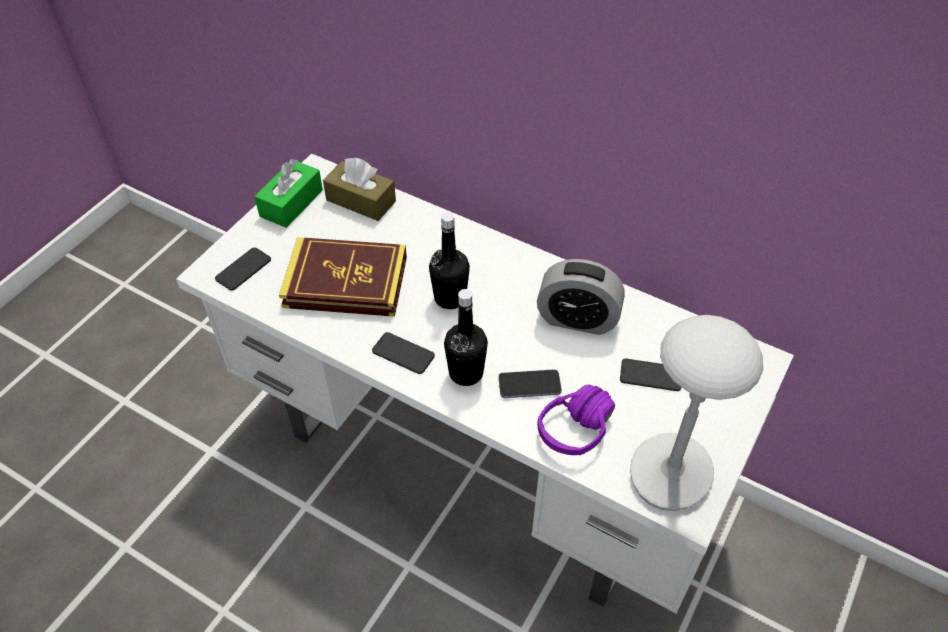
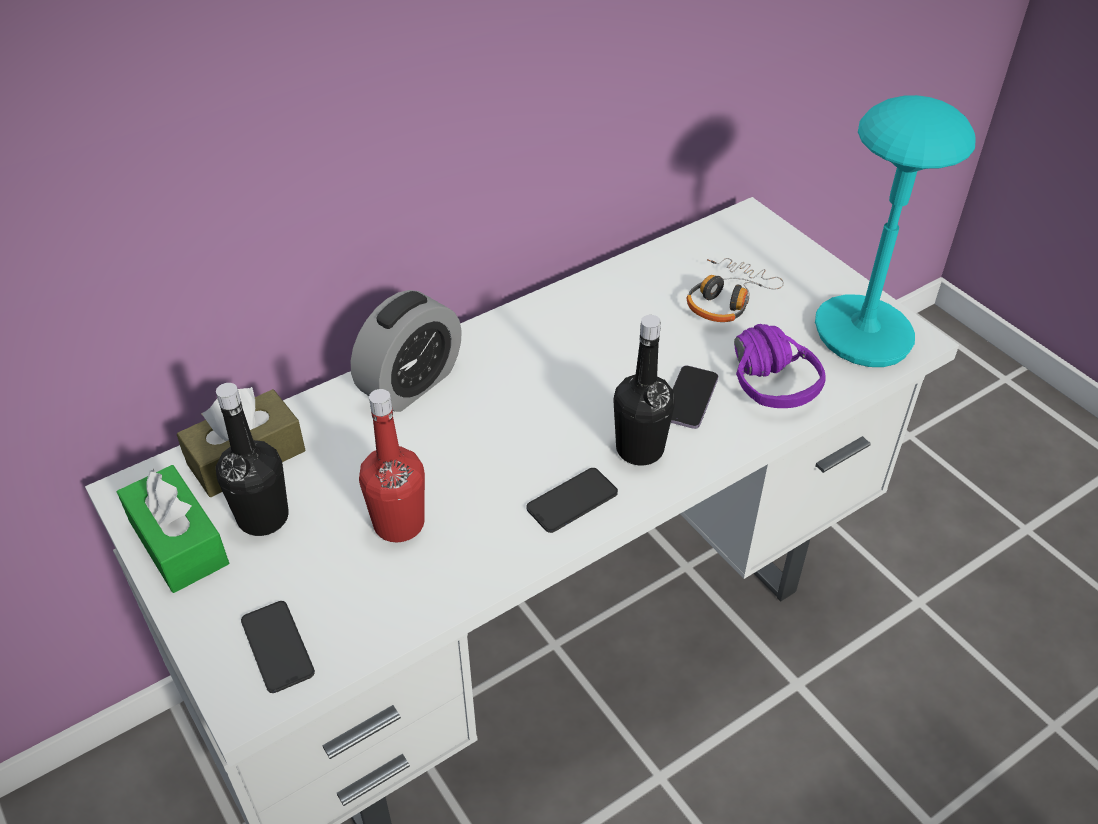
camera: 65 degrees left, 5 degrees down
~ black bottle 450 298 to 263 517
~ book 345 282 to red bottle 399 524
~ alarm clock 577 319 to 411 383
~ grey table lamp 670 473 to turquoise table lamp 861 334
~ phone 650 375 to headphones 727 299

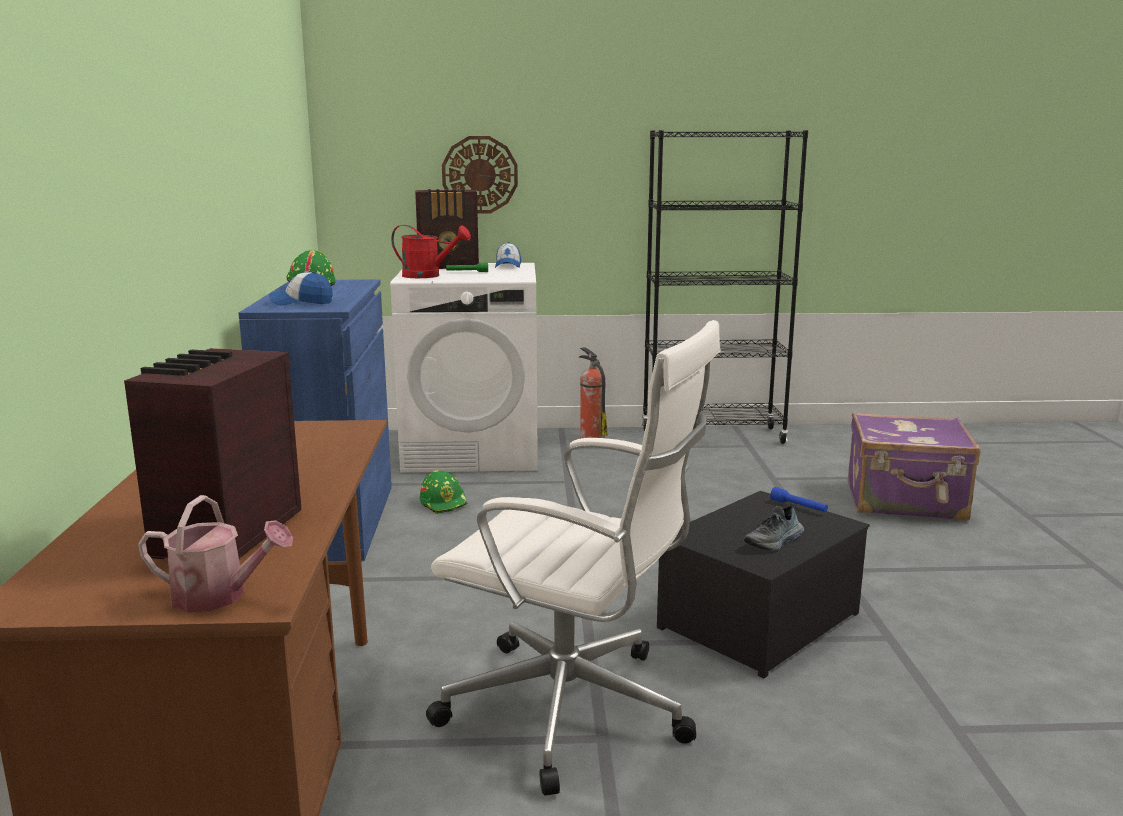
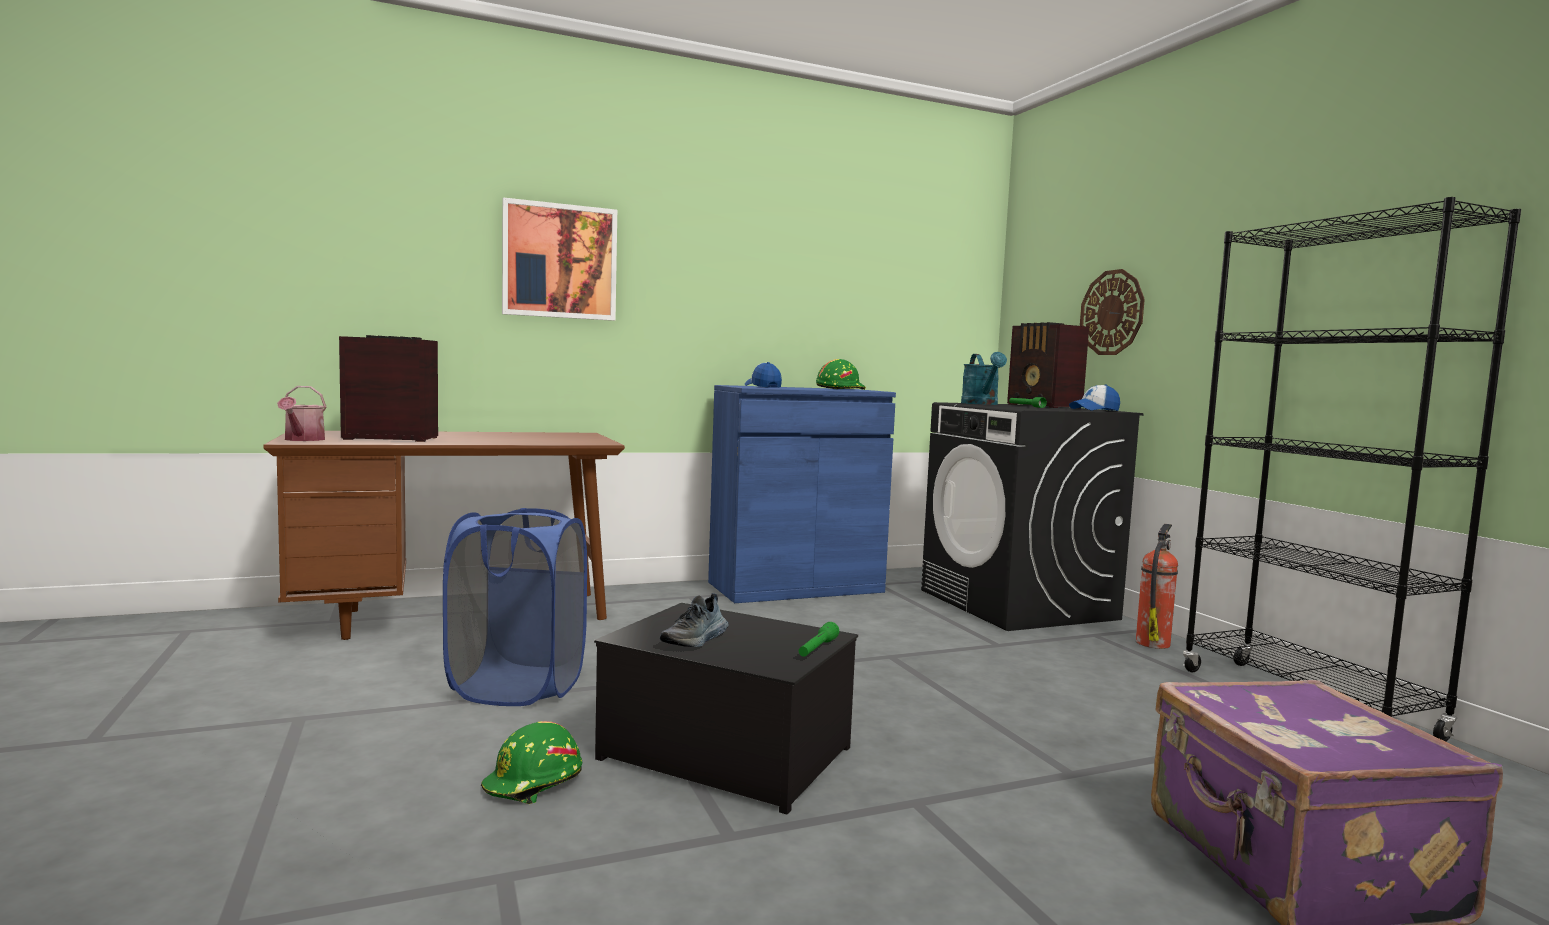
camera: 70 degrees right, 10 degrees down
~ red watering can 428 276 to turquoise watering can 982 404
~ white washing machine 473 451 to black washing machine 1018 605
~ white office chair 573 711 to blue laundry basket 517 687
~ green hard hat 444 503 to 534 783
~ blue flashlight 798 507 to green flashlight 817 649
~ shoe 775 542 = 696 640 90 degrees counterclockwise
+ picture 559 261

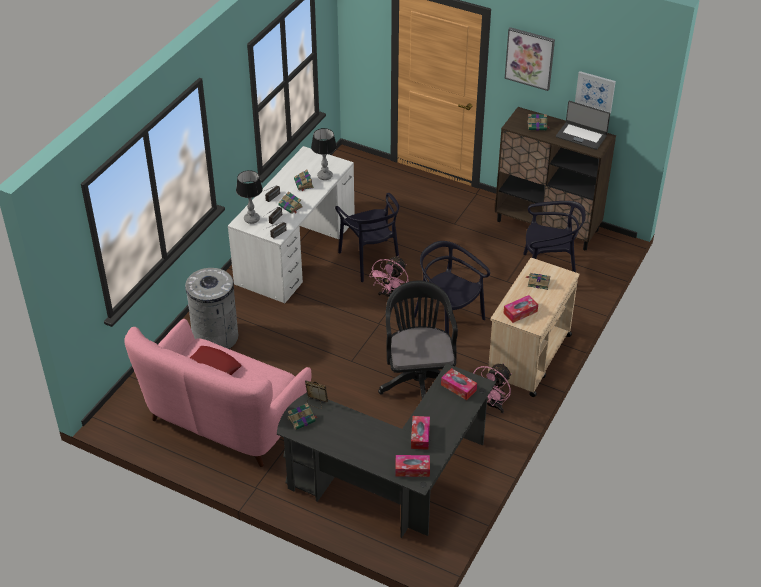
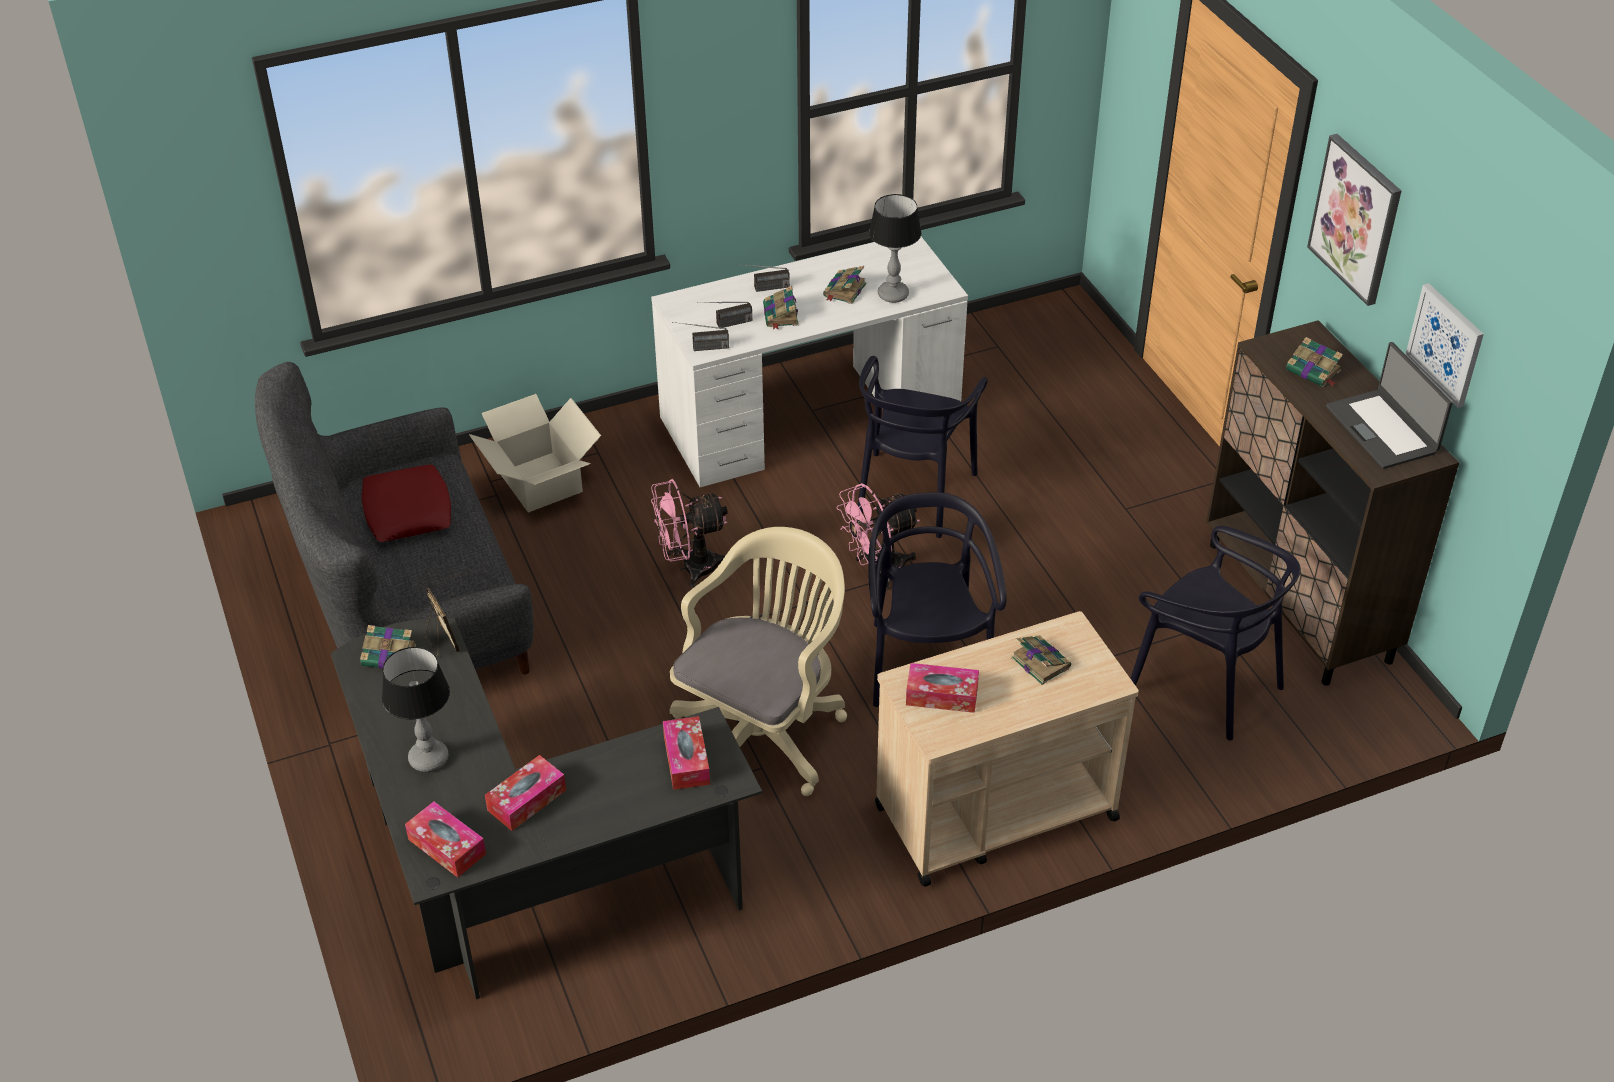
camera: 40 degrees right, 0 degrees up
~ table lamp 251 219 to 428 758
~ grey trash can 215 337 to cardboard box 541 482
~ black office chair 418 379 to beige office chair 764 732
~ pink sofa 224 419 to grey sofa 409 612
~ pink fan 491 405 to 690 568

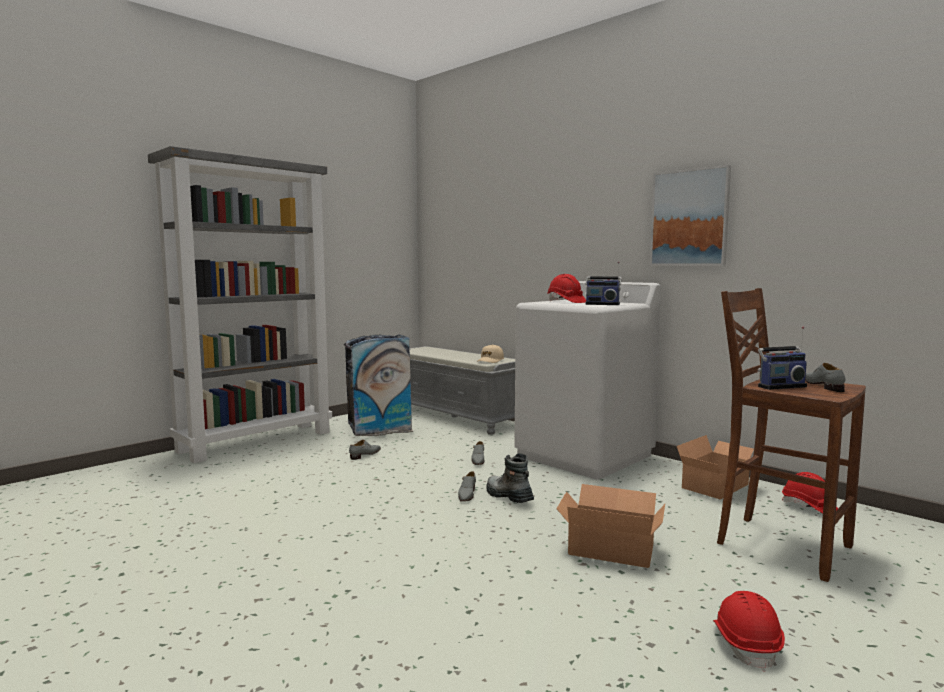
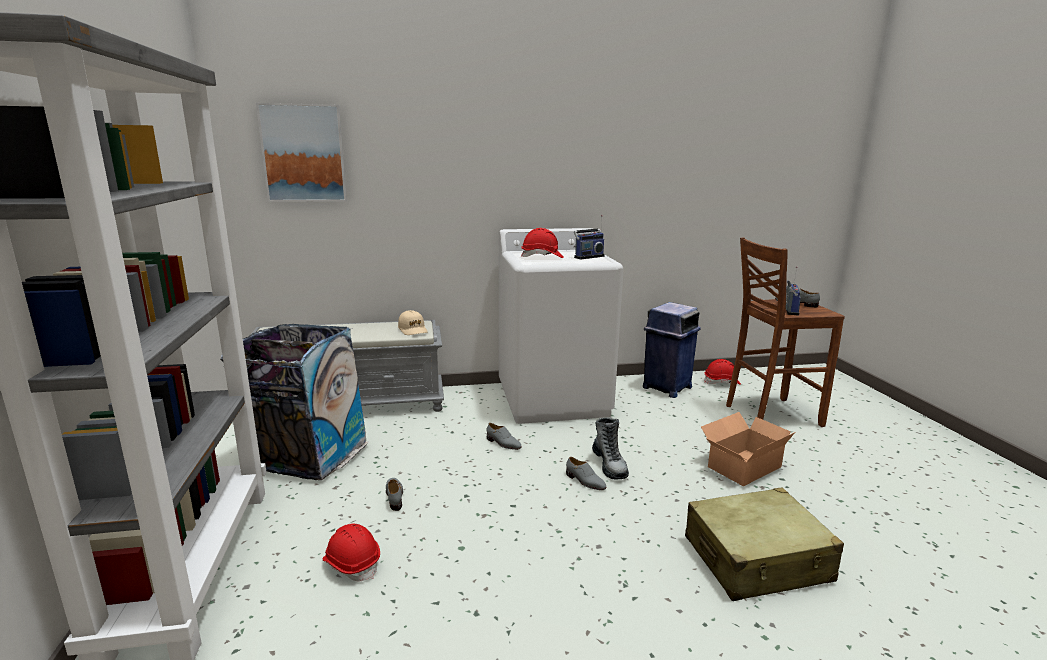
camera: 55 degrees left, 10 degrees up
~ picture 689 218 to 303 153
~ cardboard box 718 486 to blue trash can 666 388
~ boot 508 497 = 609 465 105 degrees counterclockwise
~ red hard hat 746 644 to 352 564
+ beige suitcase 756 560

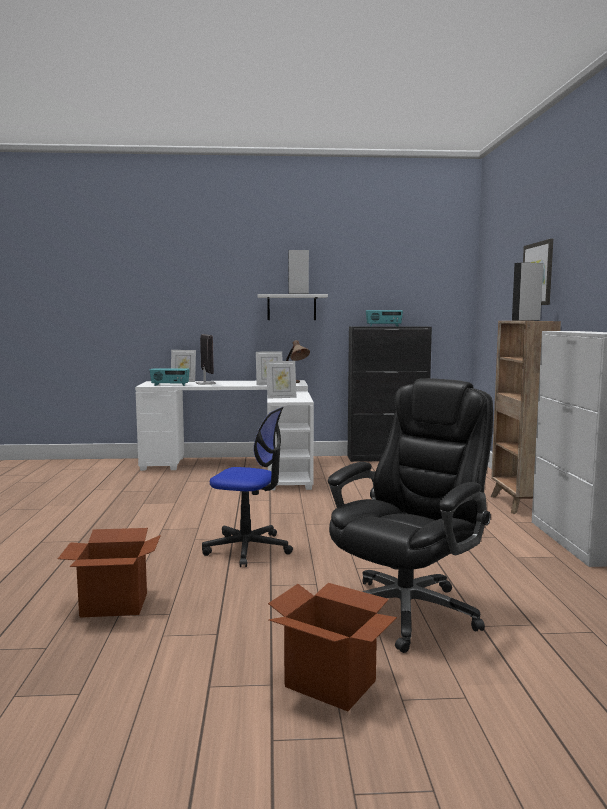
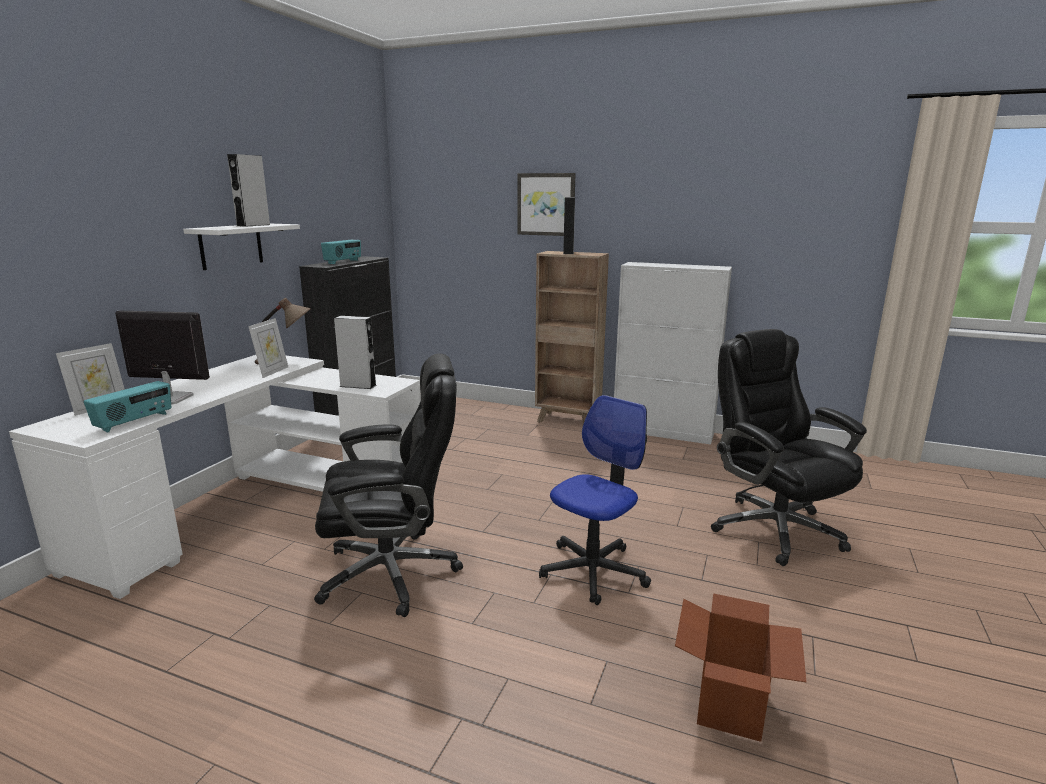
camera: 65 degrees left, 10 degrees up
~ picture frame 281 397 to grey speaker 358 386
- cardboard box 331 684
+ black office chair 393 573

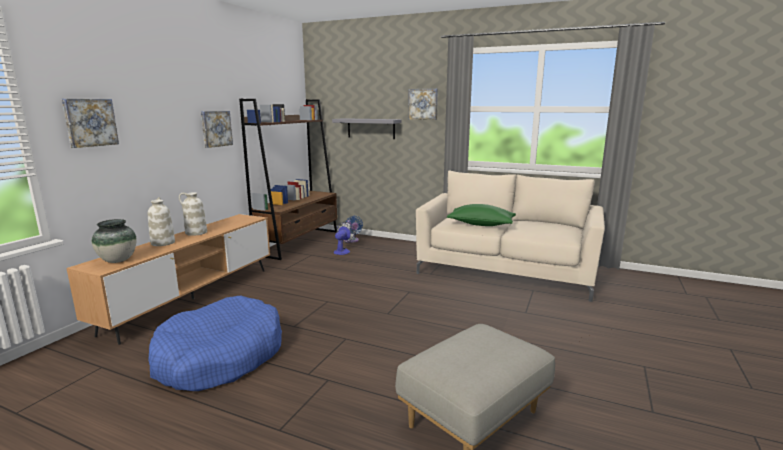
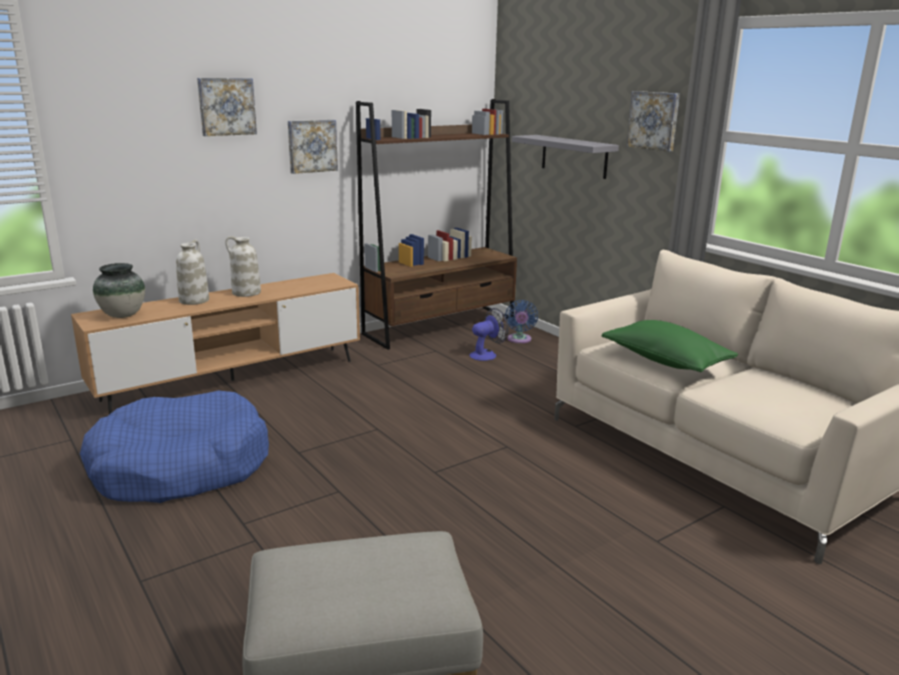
camera: 30 degrees right, 5 degrees up
~ picture 90 122 to 226 106

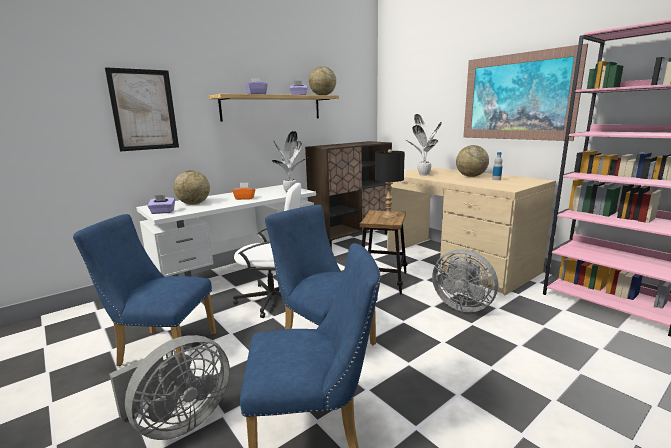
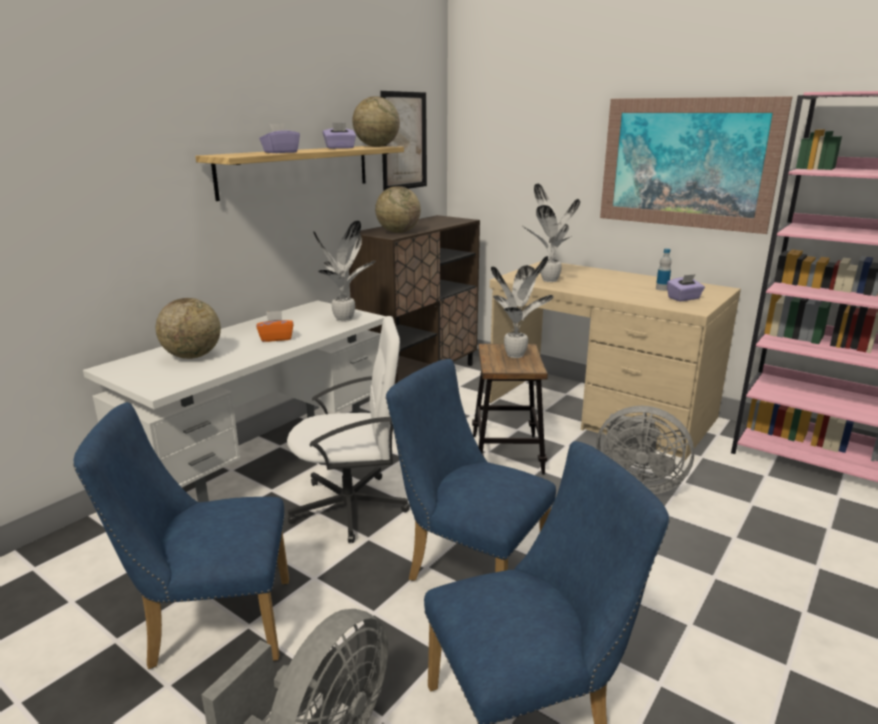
camera: 15 degrees left, 5 degrees up
~ picture 144 110 to 404 141
~ globe 471 176 to 398 232
~ black table lamp 388 216 to potted plant 516 355
~ purple tissue box 162 212 to 684 298

